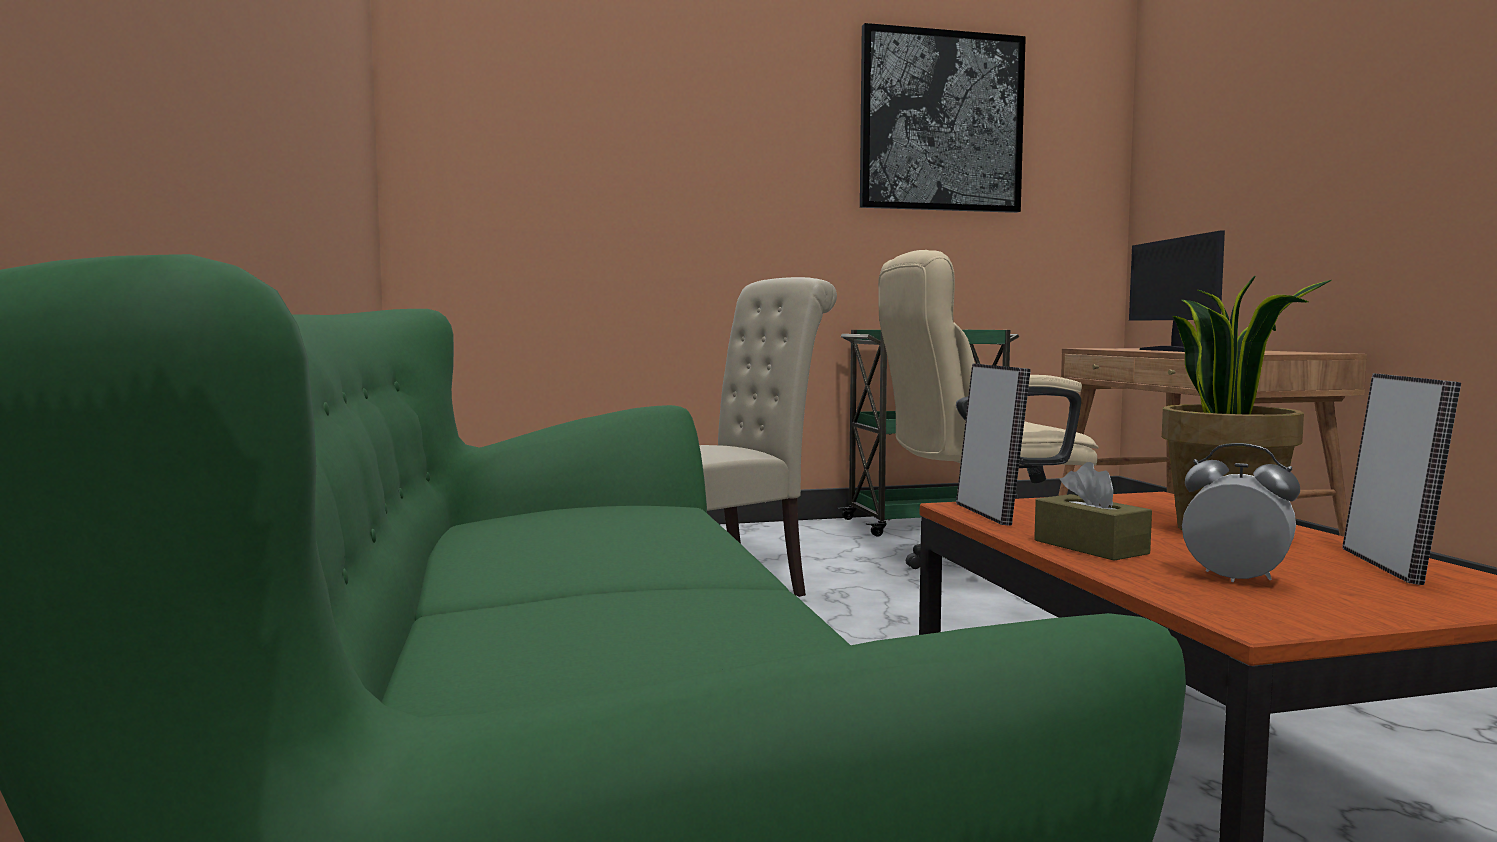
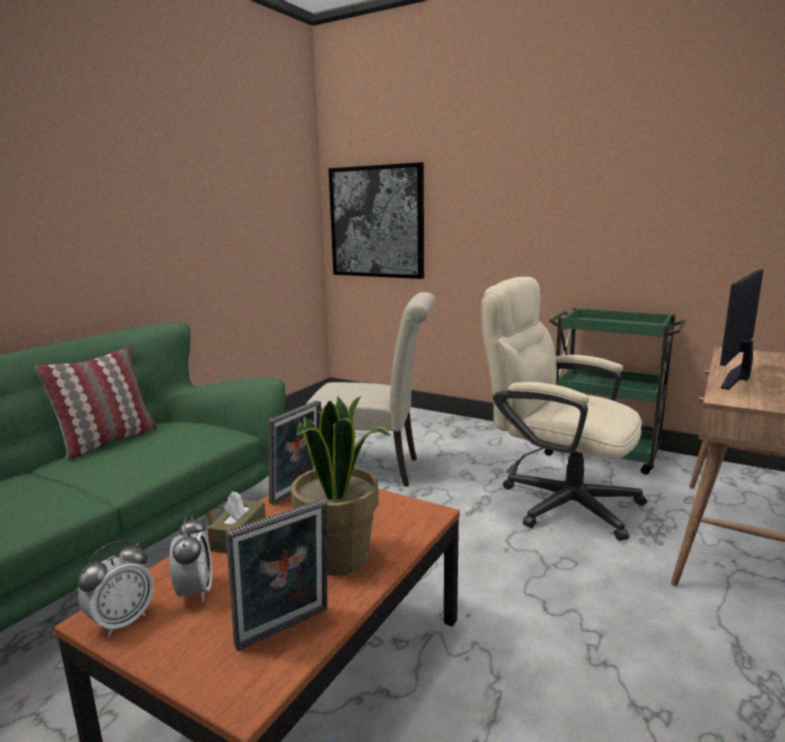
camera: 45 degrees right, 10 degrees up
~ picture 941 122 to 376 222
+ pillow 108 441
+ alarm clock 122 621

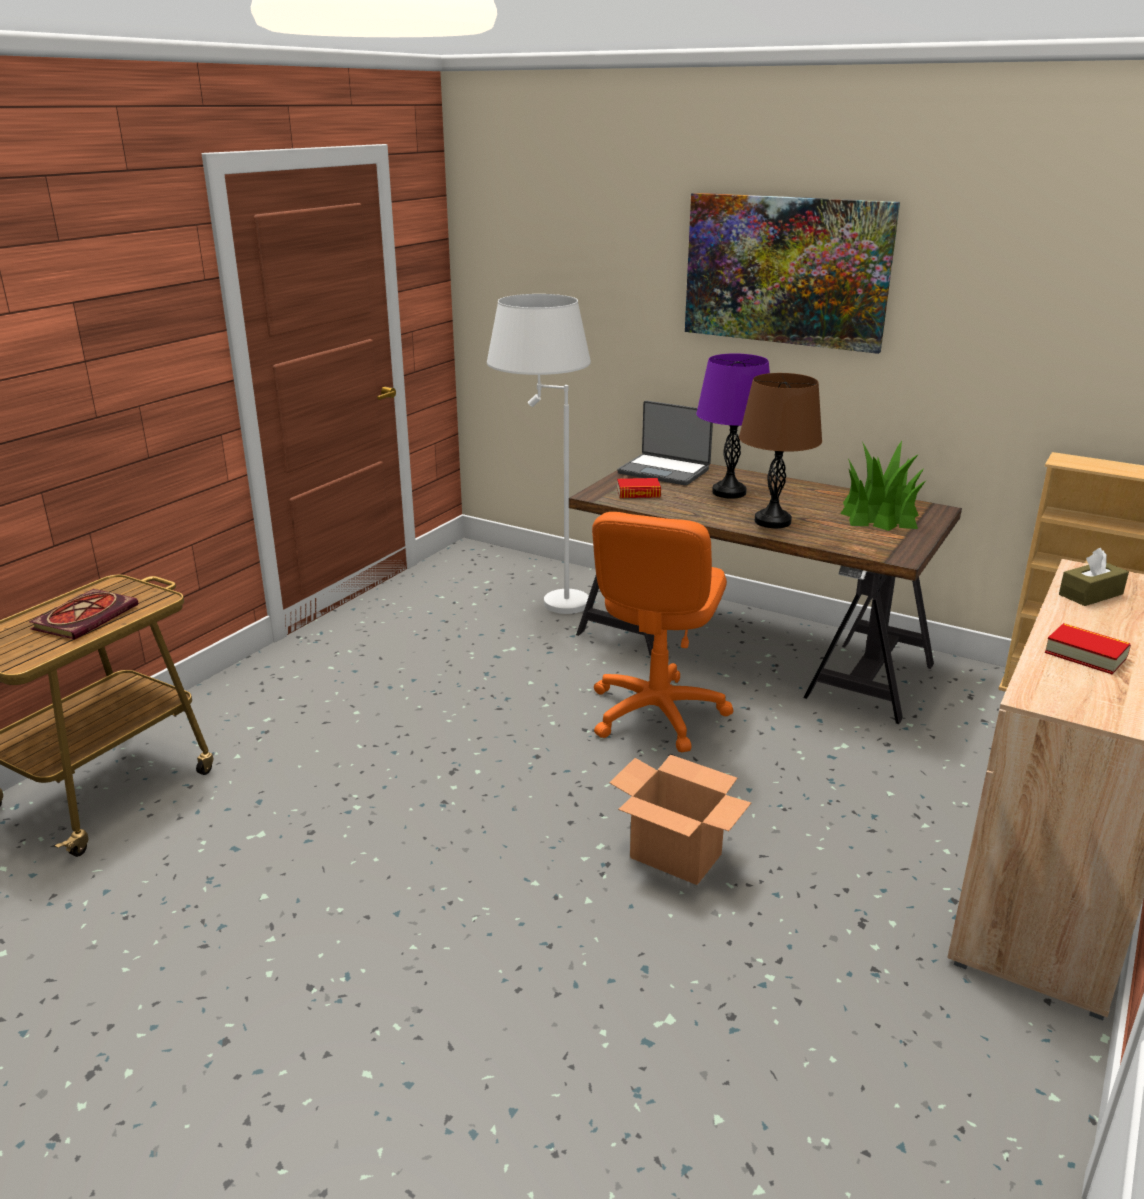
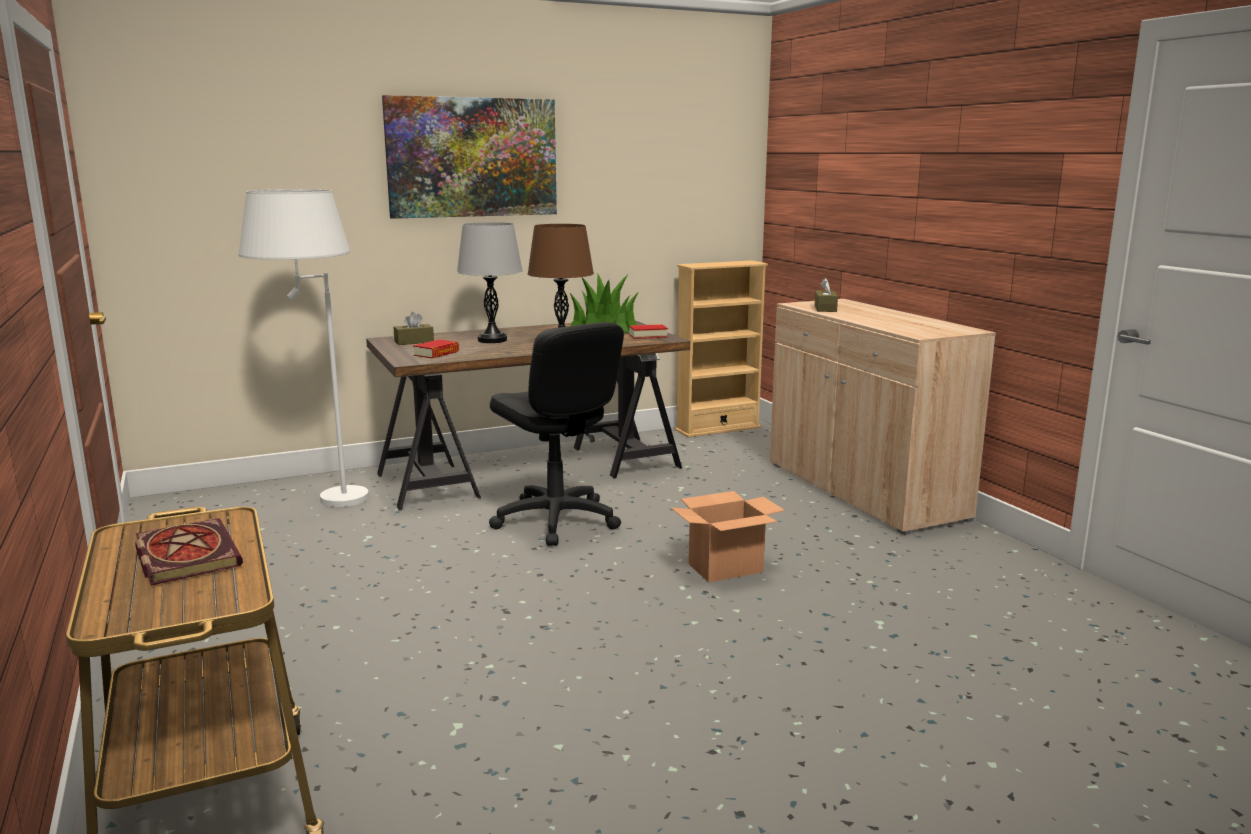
camera: 55 degrees left, 10 degrees down
~ purple table lamp 729 492 to grey table lamp 492 340
~ laptop 664 471 to brown tissue box 414 342
~ orange office chair 656 713 to black office chair 556 521
~ book 1085 655 to 648 335

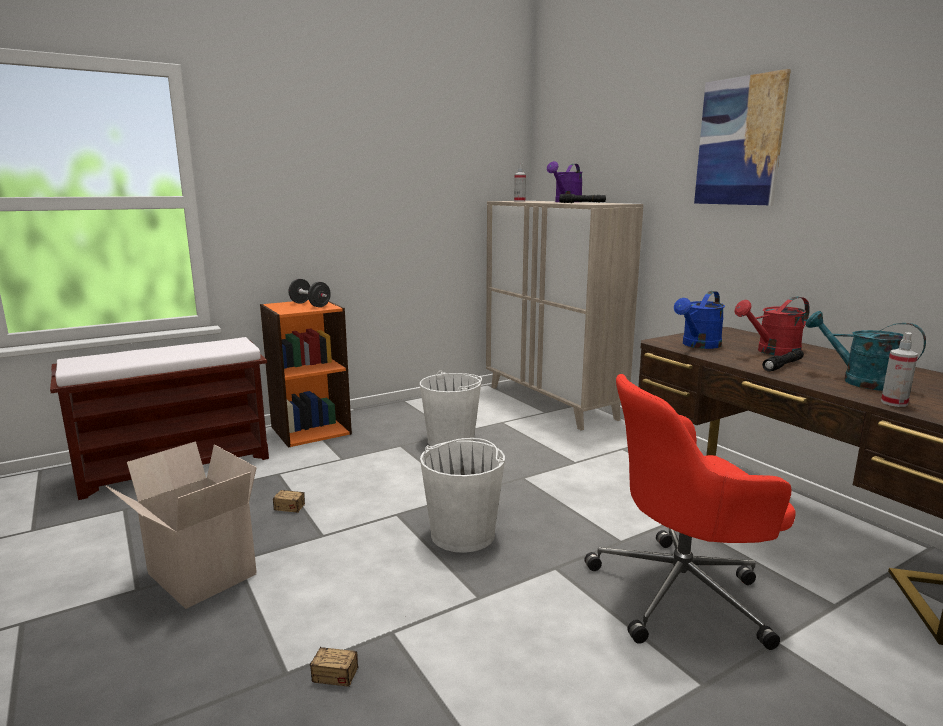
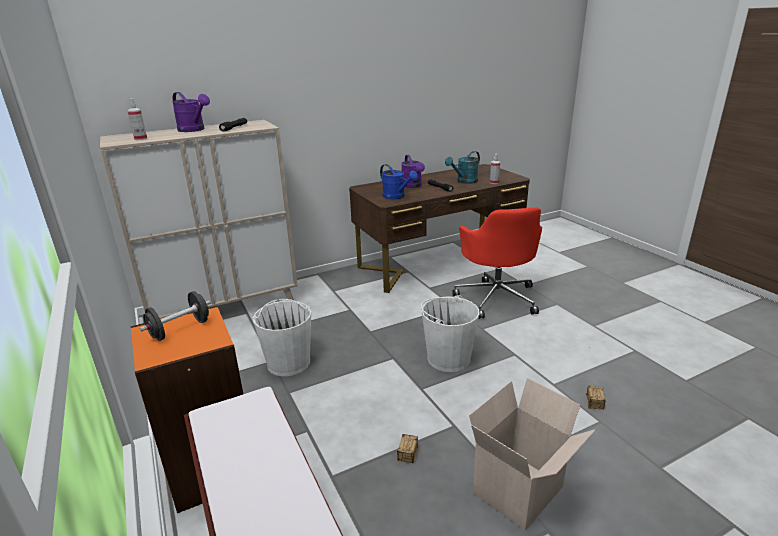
camera: 85 degrees left, 10 degrees up
- picture 740 142
~ red watering can 772 352 to purple watering can 413 186

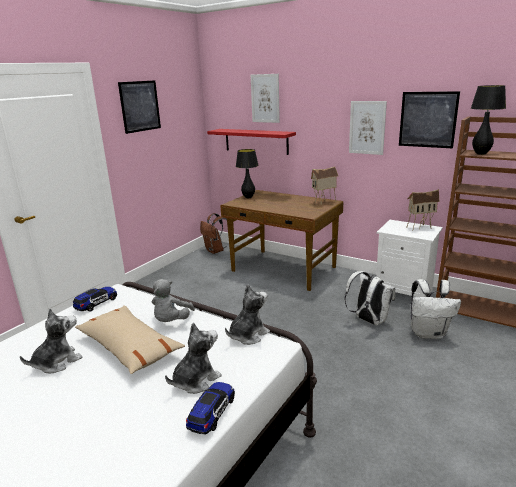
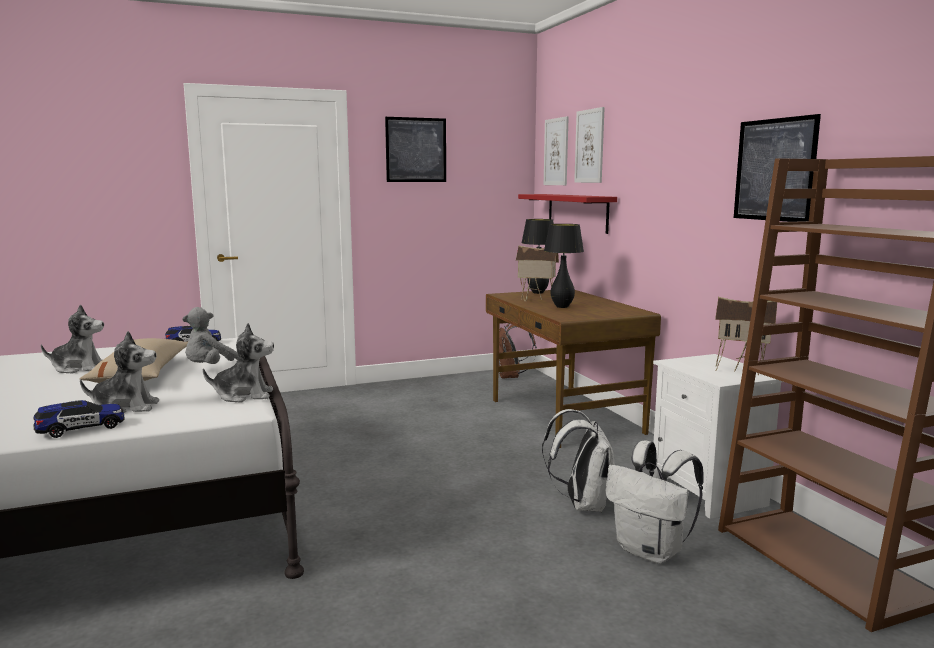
camera: 35 degrees right, 10 degrees down
~ black table lamp 481 154 to 562 307
~ picture 367 127 to 556 152
~ toy house 324 202 to 536 300

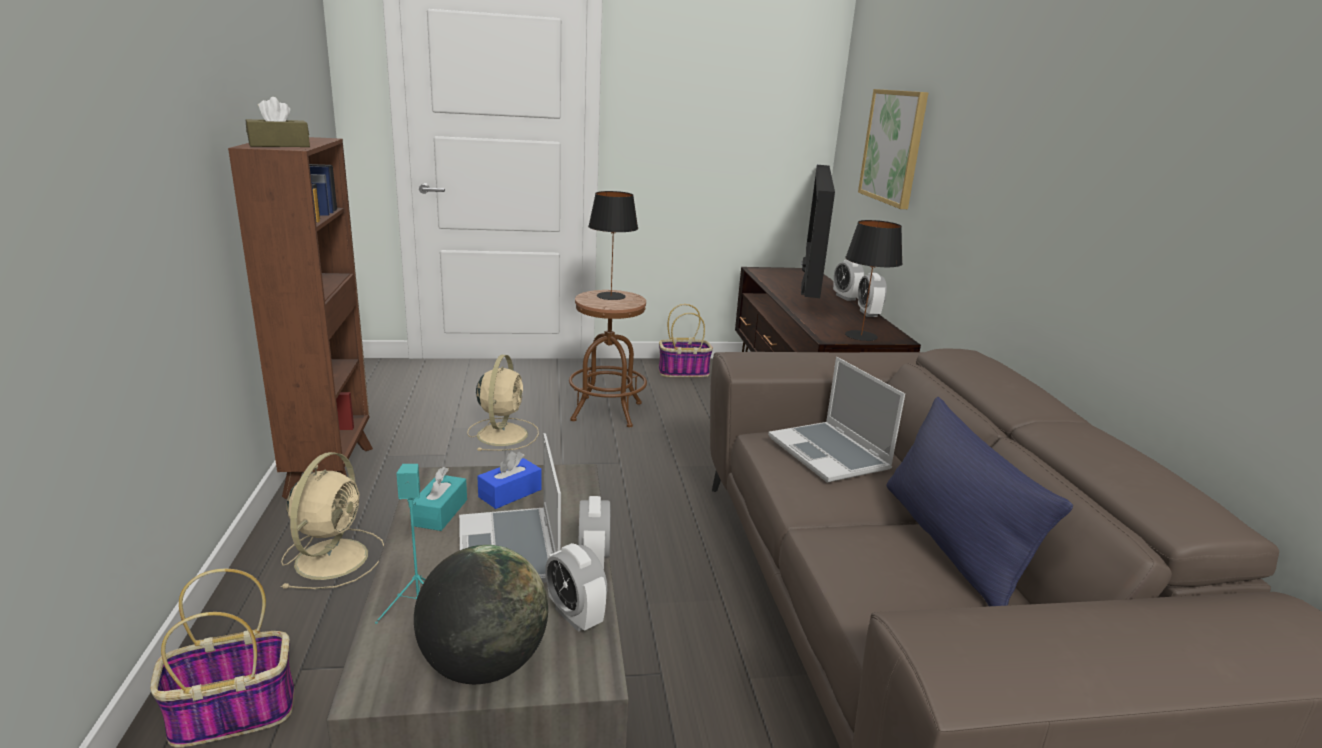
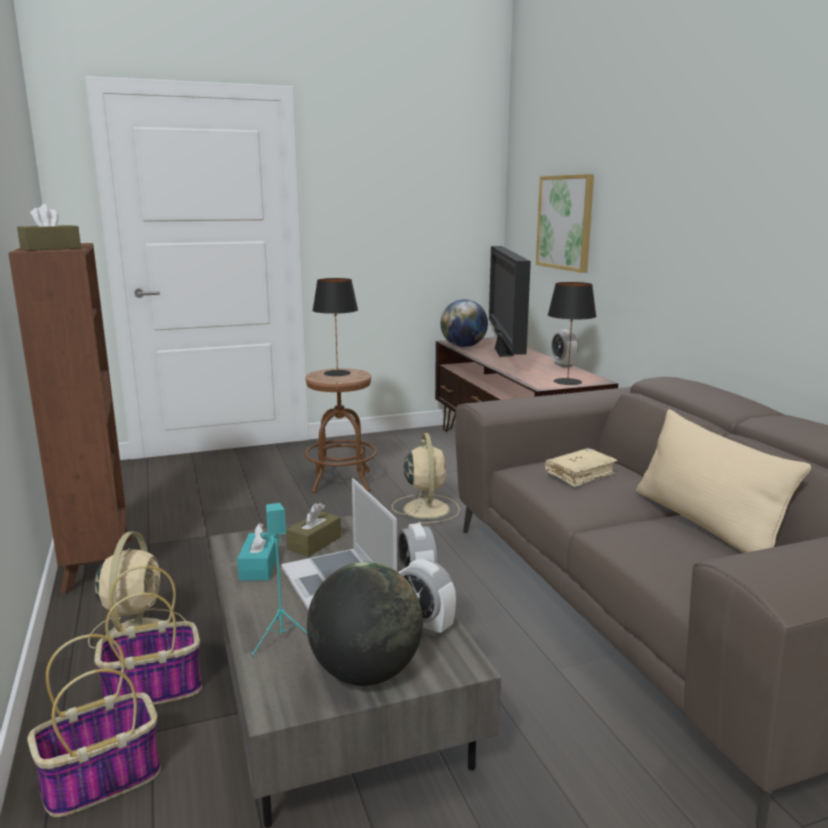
camera: 10 degrees left, 5 degrees down
- alarm clock 845 297
~ basket 684 372 to 155 688
~ beige fan 503 434 to 426 508
~ laptop 830 454 to beige book 580 474
~ blue pillow 950 543 to beige pillow 705 524
~ blue tissue box 510 493 to brown tissue box 314 543
+ globe 463 346

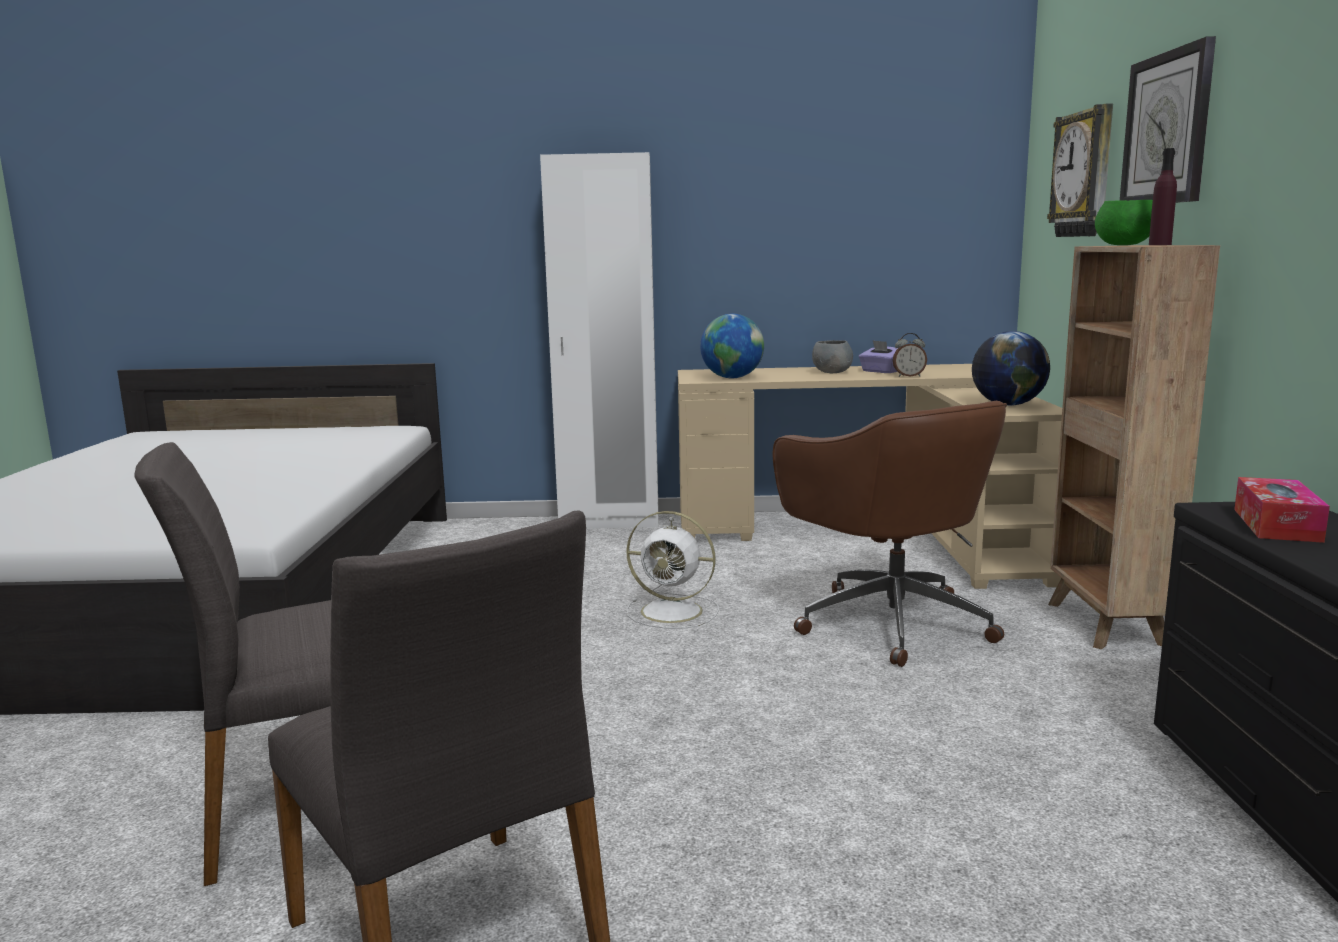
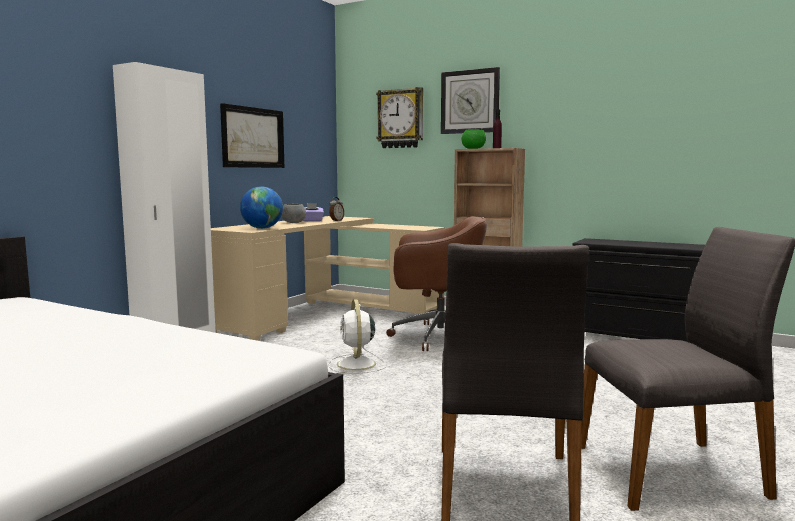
camera: 60 degrees left, 5 degrees down
- globe 1007 405
- tissue box 1276 525
~ white fan 674 612 = 356 364 120 degrees clockwise
+ picture 253 137

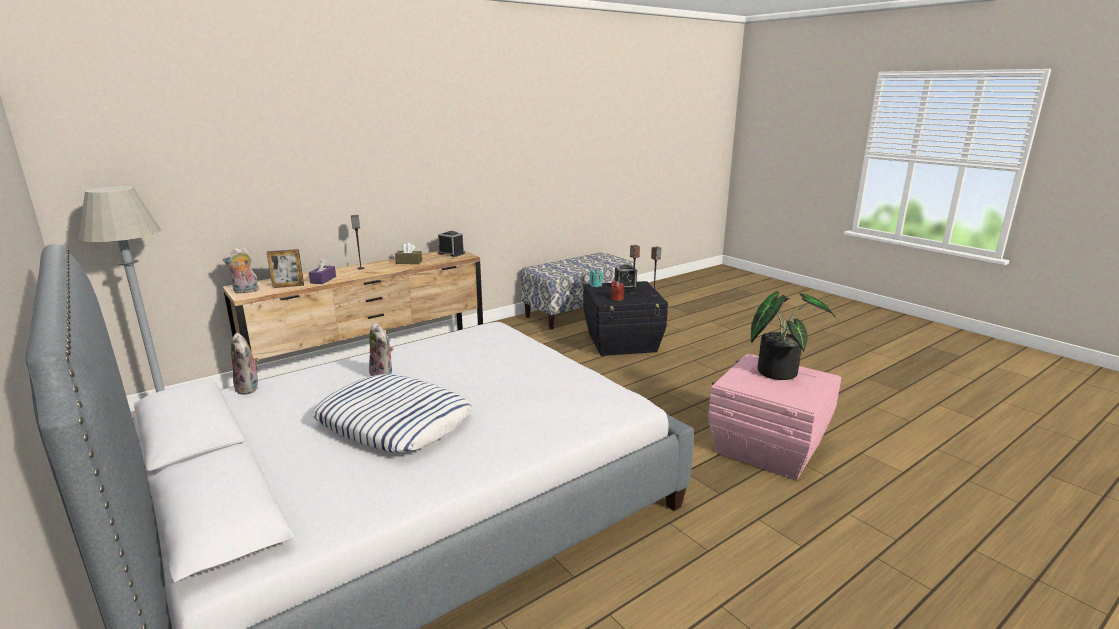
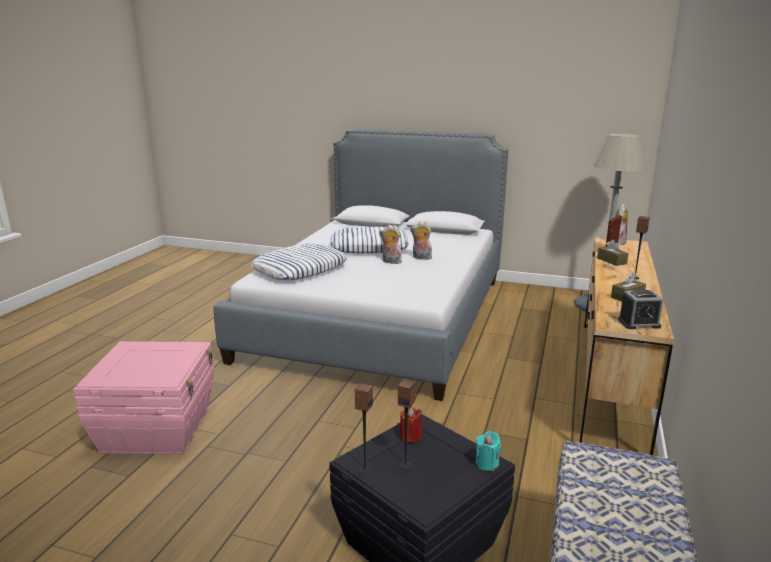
camera: 145 degrees right, 0 degrees up
~ purple tissue box 323 280 to brown tissue box 611 261
- alarm clock 625 286
- potted plant 777 370
~ plush toy 249 388 to 390 262
+ pillow 299 269

